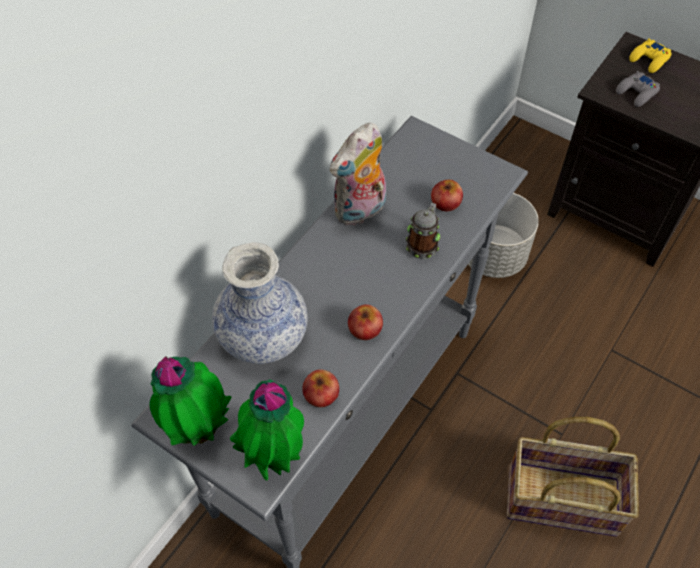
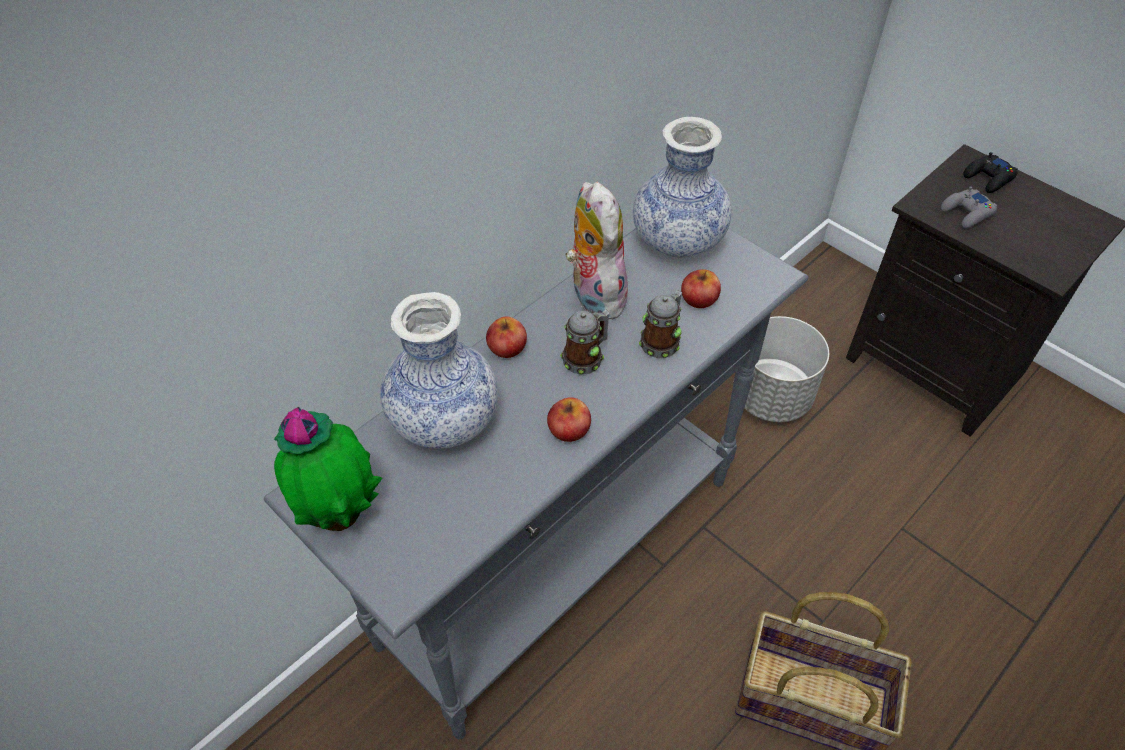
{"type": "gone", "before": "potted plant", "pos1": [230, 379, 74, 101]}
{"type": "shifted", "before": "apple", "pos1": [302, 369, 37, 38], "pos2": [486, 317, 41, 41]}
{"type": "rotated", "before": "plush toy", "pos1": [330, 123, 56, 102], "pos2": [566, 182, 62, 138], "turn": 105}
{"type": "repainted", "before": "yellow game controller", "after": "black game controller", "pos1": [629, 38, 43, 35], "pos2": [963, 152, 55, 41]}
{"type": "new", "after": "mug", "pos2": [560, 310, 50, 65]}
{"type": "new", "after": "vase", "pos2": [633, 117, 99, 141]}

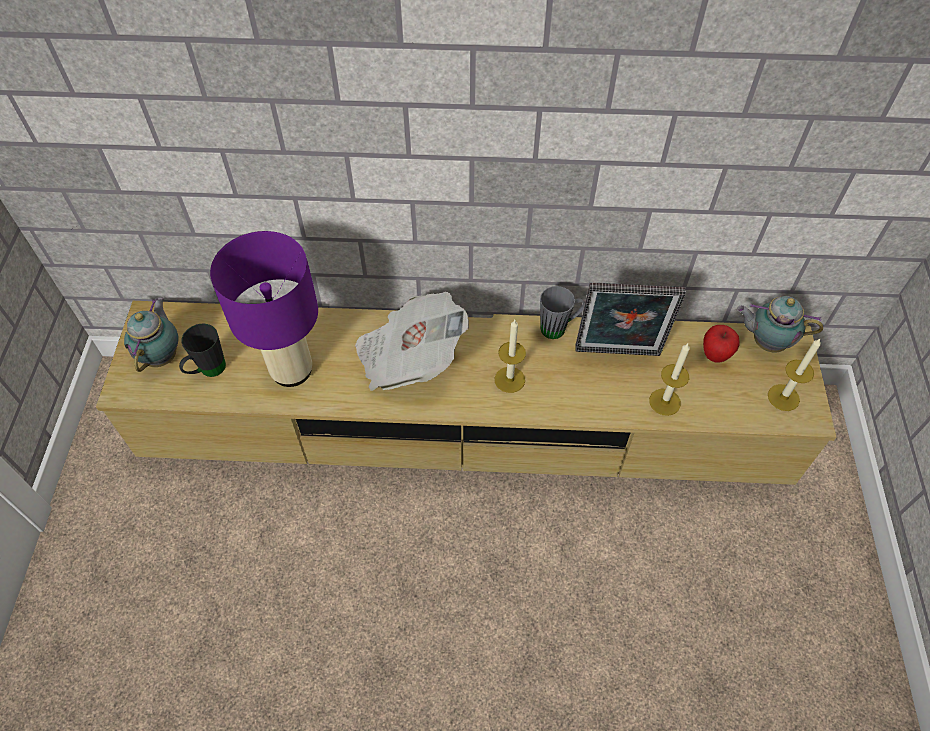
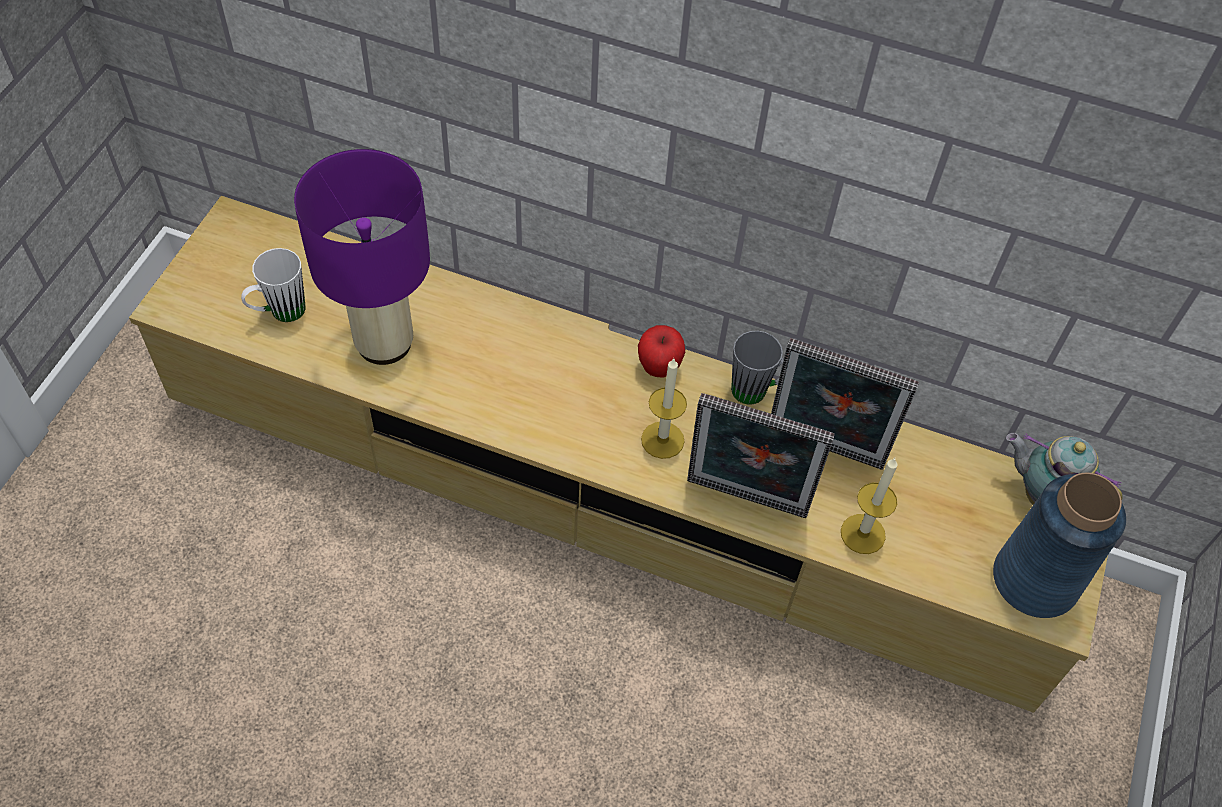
{"type": "gone", "before": "teapot", "pos1": [124, 297, 54, 75]}
{"type": "repainted", "before": "black mug", "after": "white mug", "pos1": [179, 324, 47, 53], "pos2": [241, 248, 65, 74]}
{"type": "gone", "before": "newspaper", "pos1": [355, 292, 114, 99]}
{"type": "shifted", "before": "apple", "pos1": [703, 325, 37, 38], "pos2": [638, 325, 47, 52]}
{"type": "swapped", "before": "candle", "after": "blue vase", "pos1": [768, 339, 53, 72], "pos2": [993, 473, 133, 145]}
{"type": "new", "after": "picture frame", "pos2": [687, 393, 148, 125]}

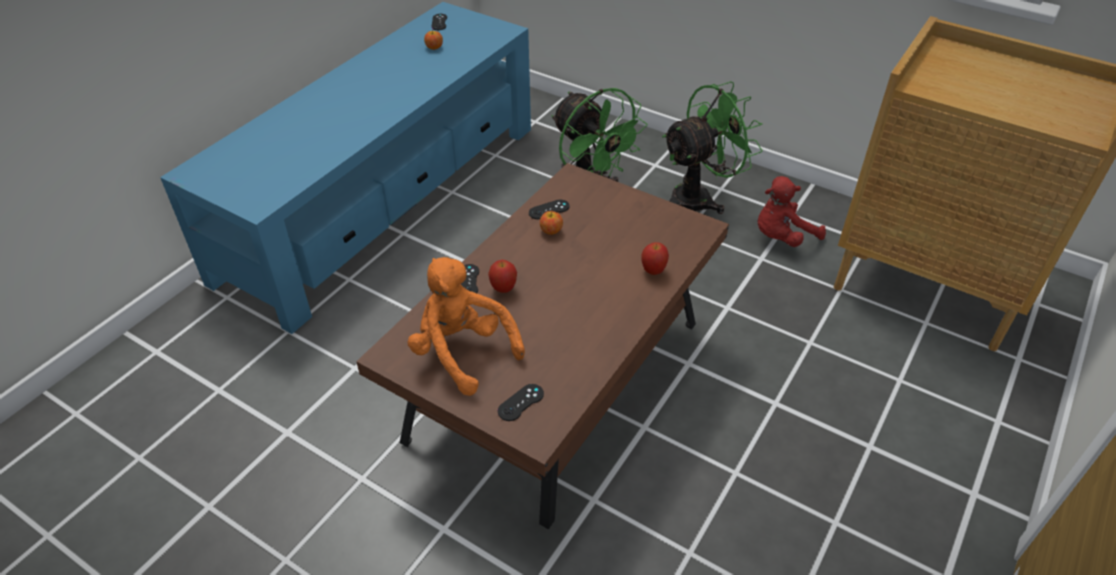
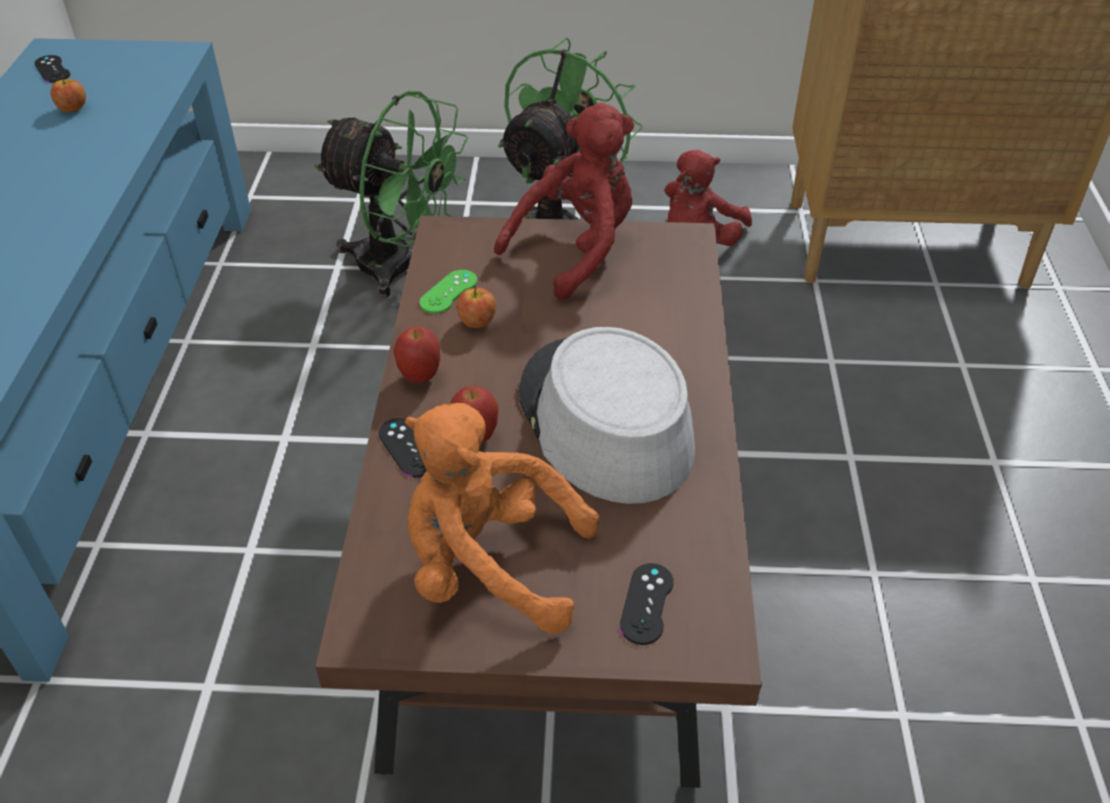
{"type": "repainted", "before": "black game controller", "after": "green game controller", "pos1": [529, 200, 41, 19], "pos2": [419, 270, 58, 43]}
{"type": "shifted", "before": "apple", "pos1": [642, 242, 27, 33], "pos2": [393, 326, 47, 57]}
{"type": "new", "after": "red plush toy", "pos2": [494, 103, 140, 197]}
{"type": "new", "after": "grey hat", "pos2": [519, 327, 176, 177]}

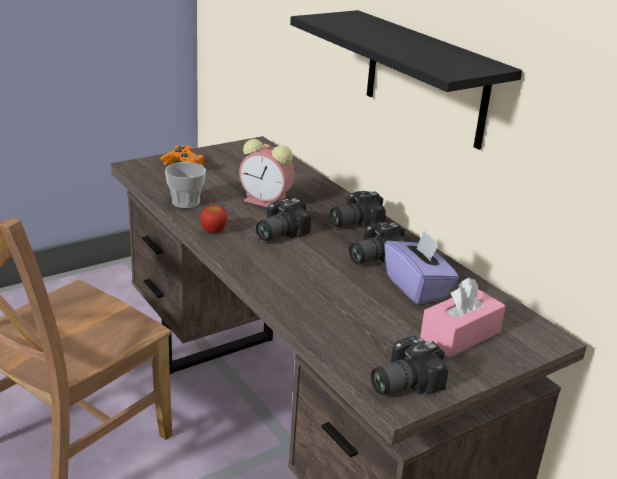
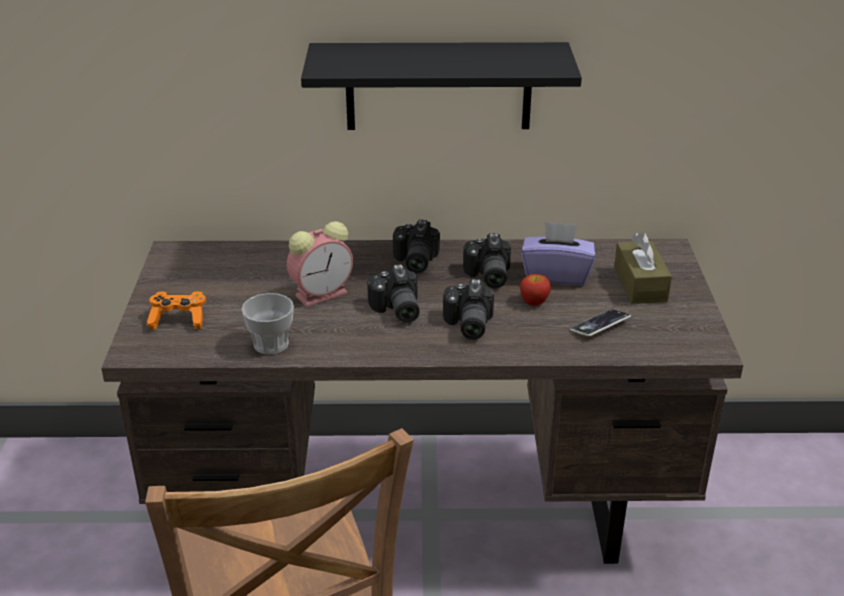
{"type": "shifted", "before": "apple", "pos1": [200, 206, 28, 27], "pos2": [520, 274, 31, 32]}
{"type": "shifted", "before": "photo camera", "pos1": [371, 336, 77, 59], "pos2": [443, 279, 51, 61]}
{"type": "repainted", "before": "pink tissue box", "after": "brown tissue box", "pos1": [420, 277, 86, 80], "pos2": [614, 232, 58, 72]}
{"type": "new", "after": "phone", "pos2": [570, 309, 61, 27]}

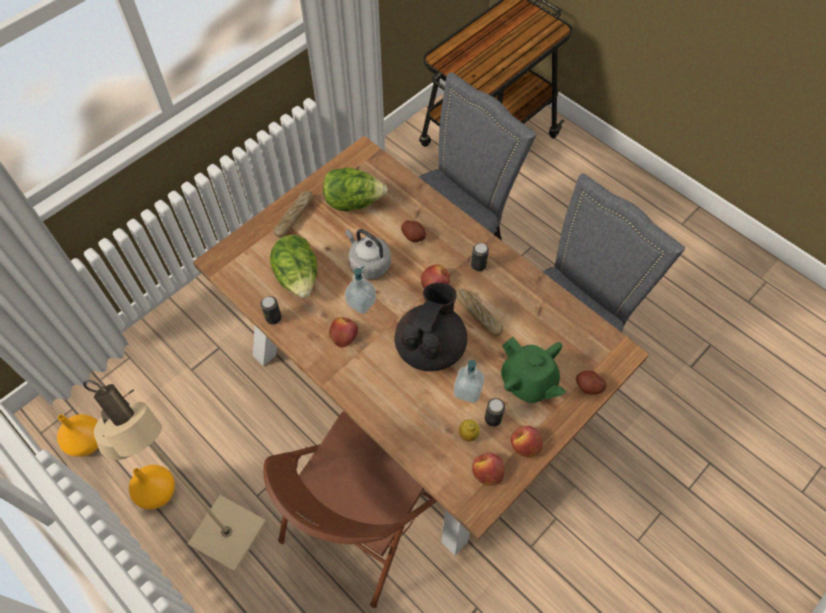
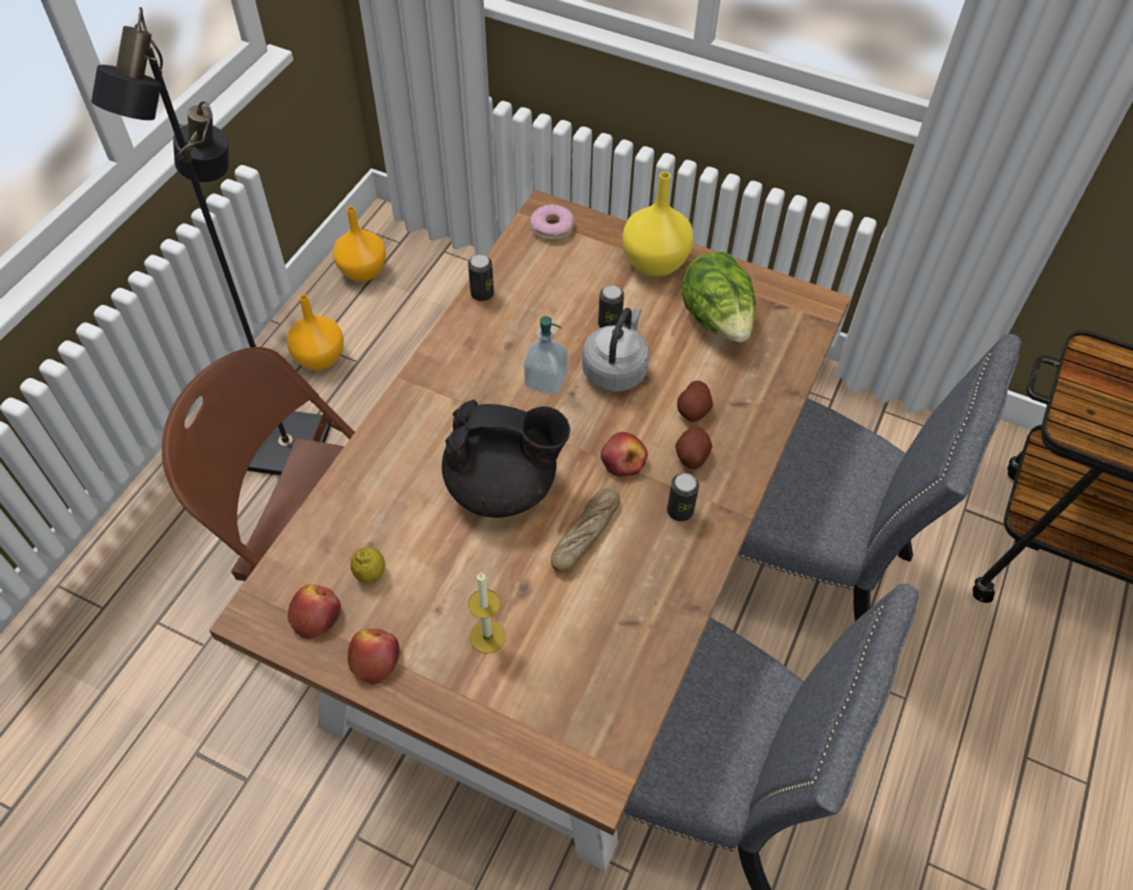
{"type": "repainted", "before": "beige floor lamp", "after": "black floor lamp", "pos1": [83, 380, 183, 192], "pos2": [91, 7, 241, 468]}
{"type": "gone", "before": "lettuce", "pos1": [270, 235, 47, 63]}
{"type": "swapped", "before": "bread", "after": "yellow vase", "pos1": [274, 191, 39, 47], "pos2": [622, 172, 72, 105]}
{"type": "gone", "before": "apple", "pos1": [329, 317, 29, 30]}
{"type": "gone", "before": "soap dispenser", "pos1": [453, 360, 32, 43]}
{"type": "shifted", "before": "can", "pos1": [485, 398, 20, 28], "pos2": [598, 285, 26, 43]}
{"type": "swapped", "before": "green teapot", "after": "candle", "pos1": [501, 337, 65, 66], "pos2": [468, 573, 38, 80]}
{"type": "shifted", "before": "potato", "pos1": [576, 371, 30, 24], "pos2": [675, 427, 37, 42]}
{"type": "new", "after": "donut", "pos2": [530, 204, 44, 37]}

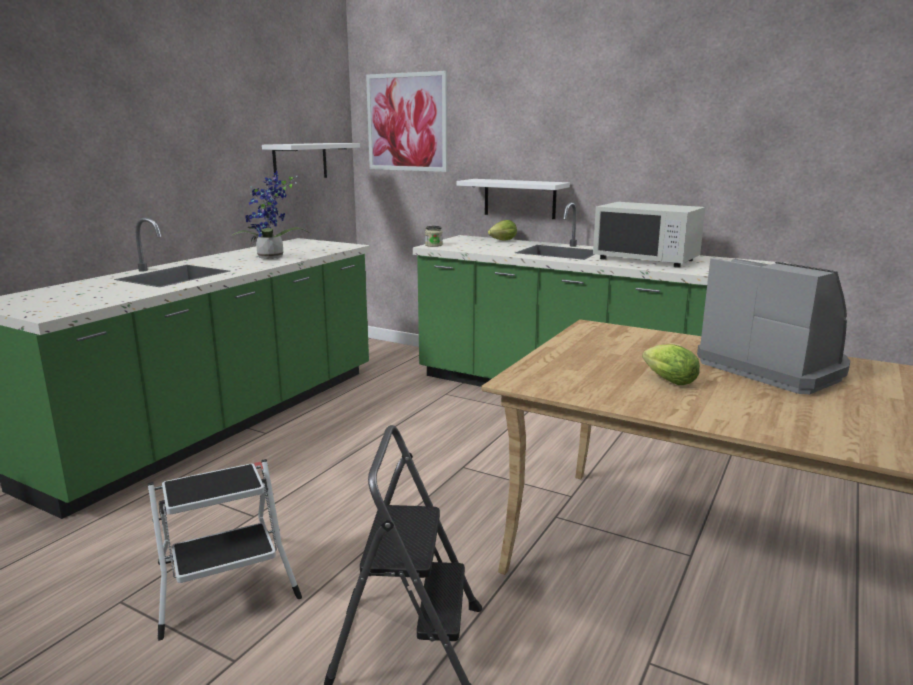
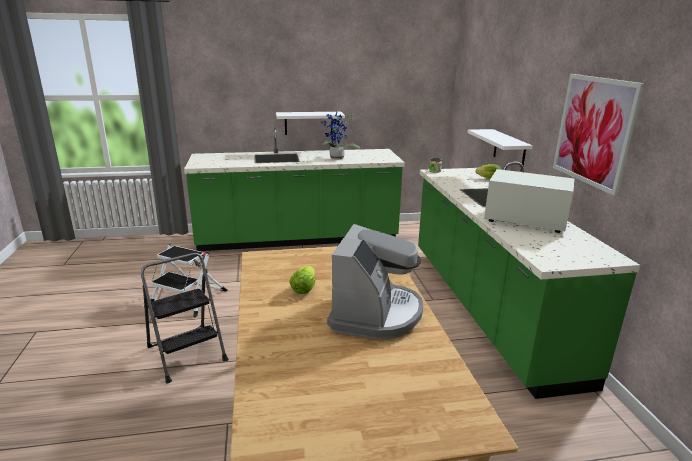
{"type": "shifted", "before": "white shelf", "pos1": [262, 143, 98, 35], "pos2": [276, 112, 69, 23]}
{"type": "shifted", "before": "picture", "pos1": [366, 71, 81, 101], "pos2": [553, 74, 91, 122]}
{"type": "rotated", "before": "white microwave", "pos1": [593, 202, 112, 66], "pos2": [484, 169, 90, 64], "turn": 120}

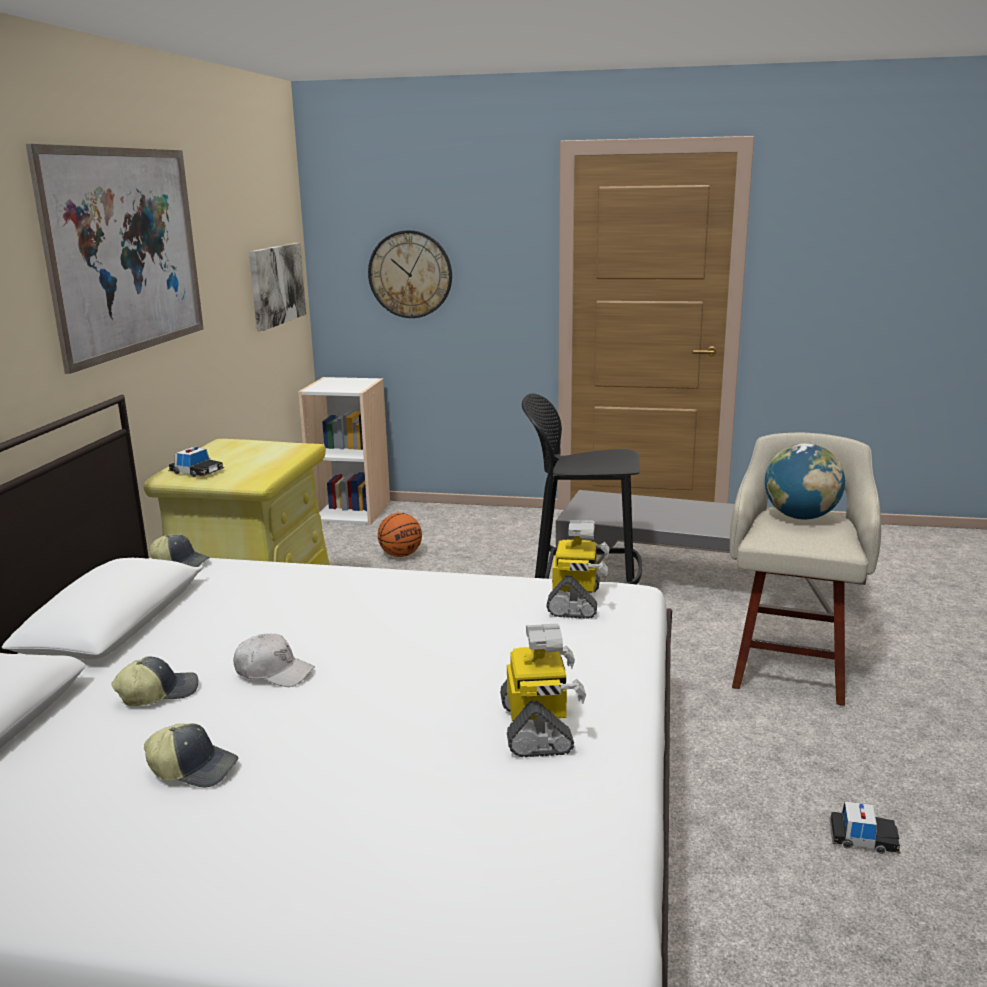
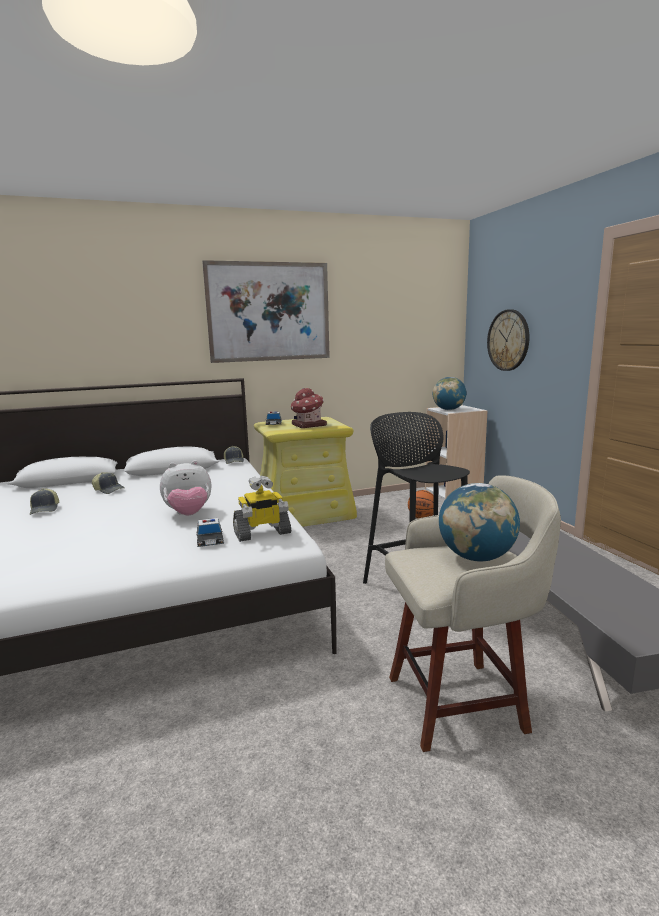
{"type": "gone", "before": "white cap", "pos1": [233, 634, 82, 53]}
{"type": "gone", "before": "picture", "pos1": [249, 243, 57, 88]}
{"type": "gone", "before": "toy robot", "pos1": [500, 624, 86, 133]}
{"type": "shifted", "before": "toy car", "pos1": [829, 802, 71, 52], "pos2": [196, 518, 28, 29]}
{"type": "new", "after": "plush toy", "pos2": [160, 460, 51, 55]}
{"type": "new", "after": "toy house", "pos2": [291, 388, 36, 40]}
{"type": "new", "after": "globe", "pos2": [433, 377, 33, 33]}

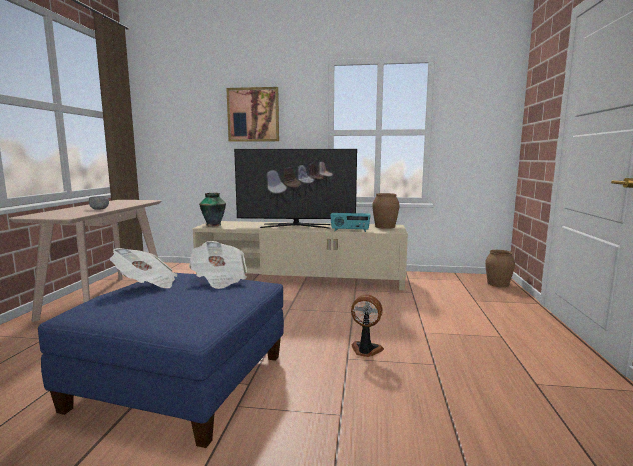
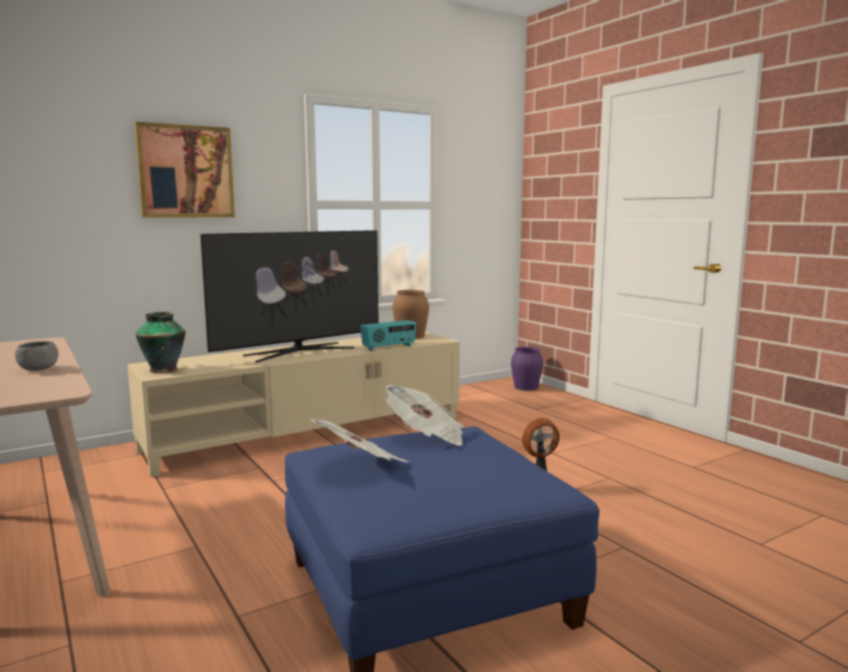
{"type": "repainted", "before": "brown vase", "after": "purple vase", "pos1": [485, 250, 30, 37], "pos2": [511, 347, 32, 44]}

